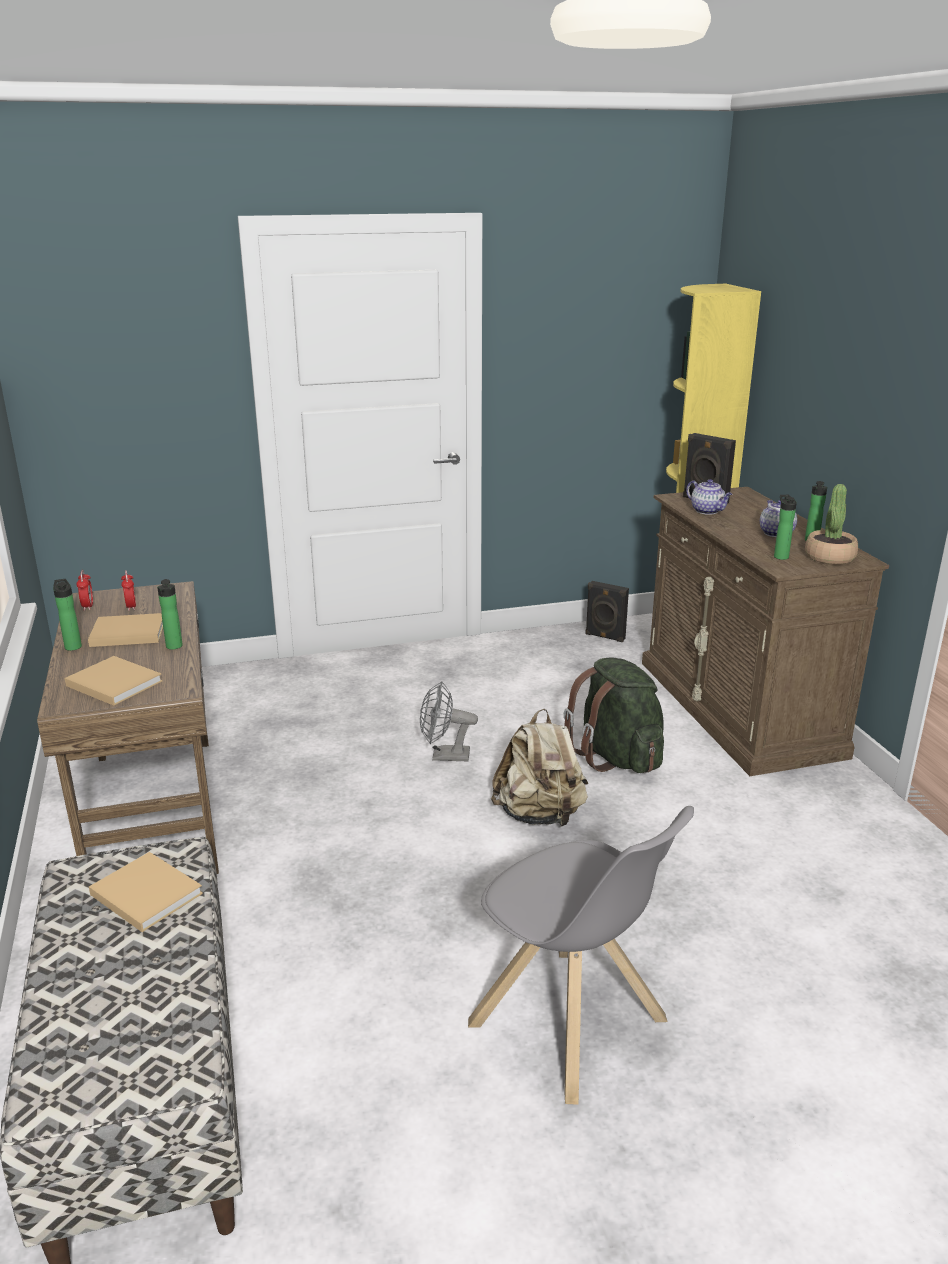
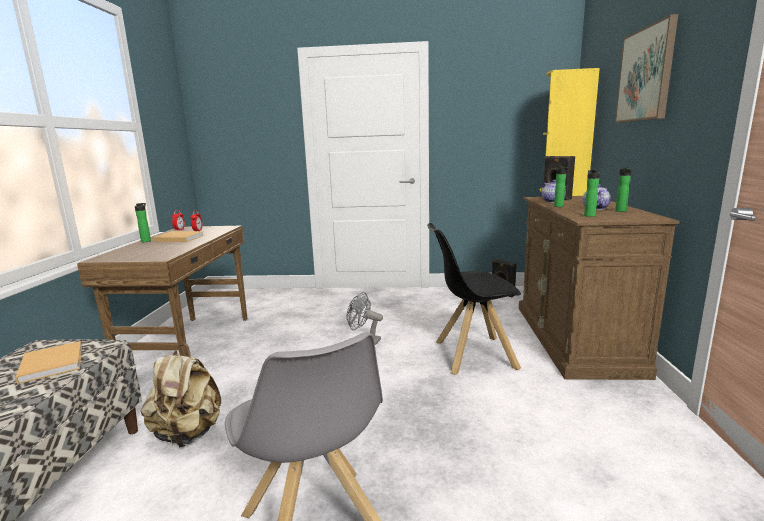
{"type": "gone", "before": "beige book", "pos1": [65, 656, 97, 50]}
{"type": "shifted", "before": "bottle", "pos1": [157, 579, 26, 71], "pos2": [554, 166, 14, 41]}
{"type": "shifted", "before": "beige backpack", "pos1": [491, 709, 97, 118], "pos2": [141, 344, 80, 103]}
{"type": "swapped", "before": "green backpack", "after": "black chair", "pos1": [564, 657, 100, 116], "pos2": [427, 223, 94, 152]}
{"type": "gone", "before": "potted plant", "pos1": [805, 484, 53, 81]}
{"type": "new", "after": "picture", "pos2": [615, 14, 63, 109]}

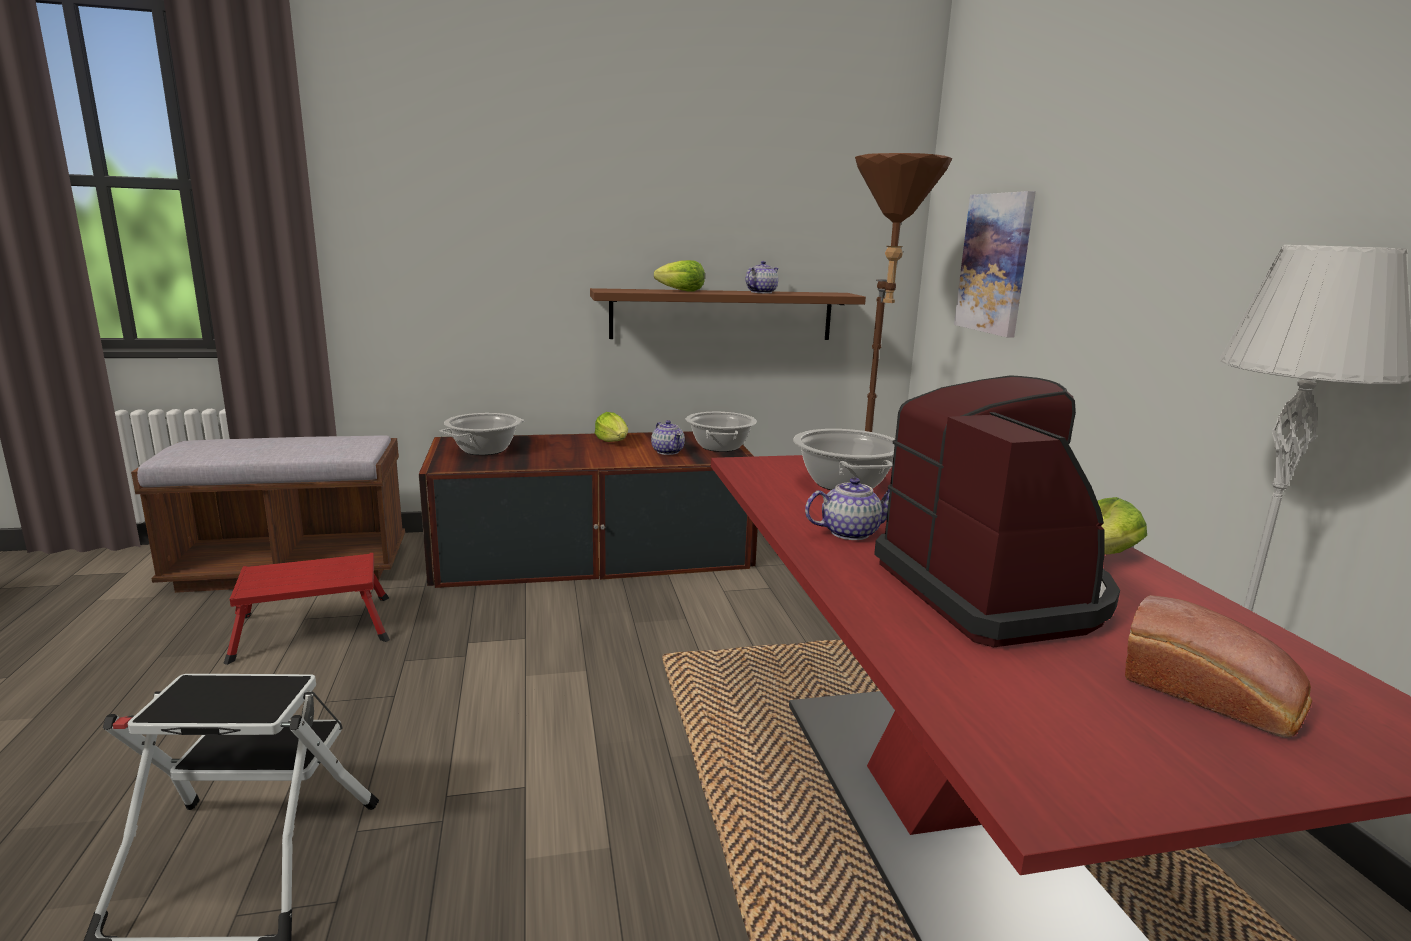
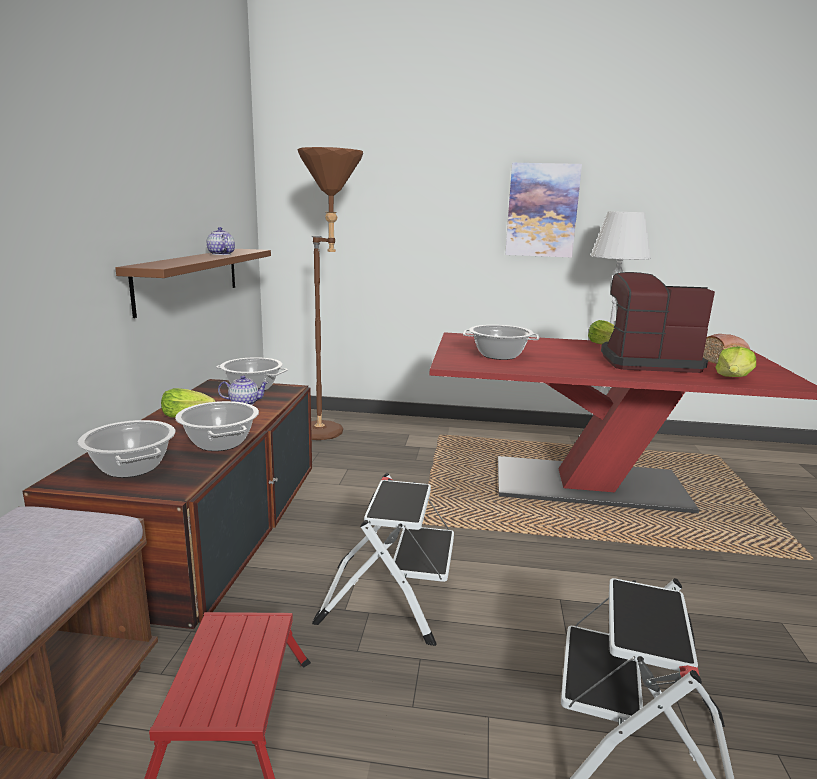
{"type": "shifted", "before": "lettuce", "pos1": [654, 260, 51, 32], "pos2": [715, 346, 41, 31]}
{"type": "gone", "before": "teapot", "pos1": [805, 478, 85, 62]}
{"type": "shifted", "before": "picture", "pos1": [954, 191, 82, 147], "pos2": [505, 163, 77, 95]}
{"type": "new", "after": "cooking pot", "pos2": [175, 401, 84, 50]}
{"type": "new", "after": "step ladder", "pos2": [312, 473, 142, 173]}

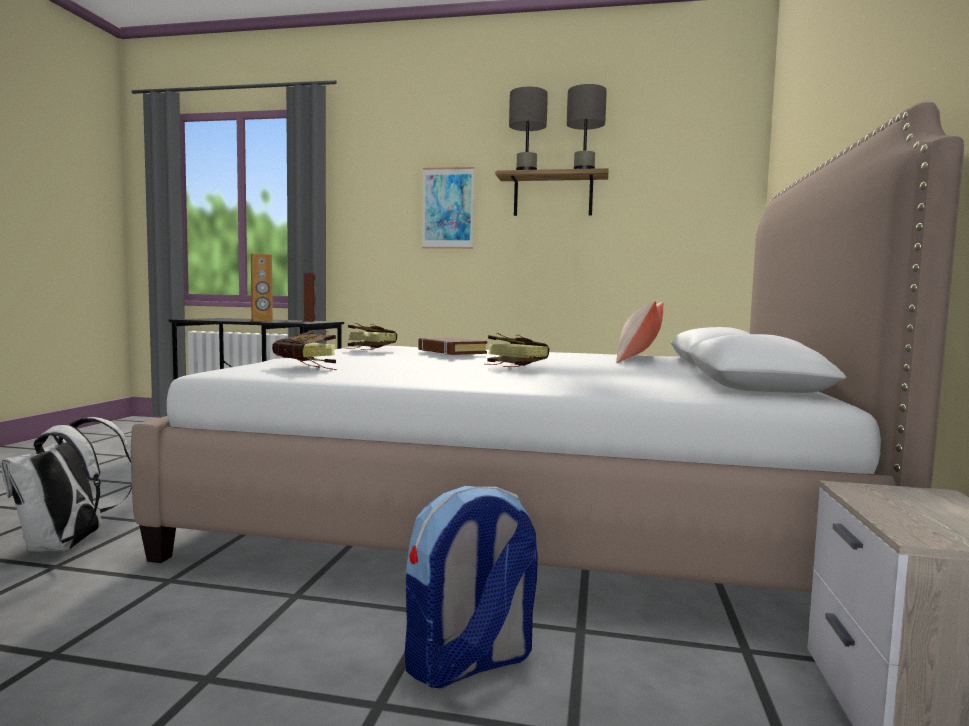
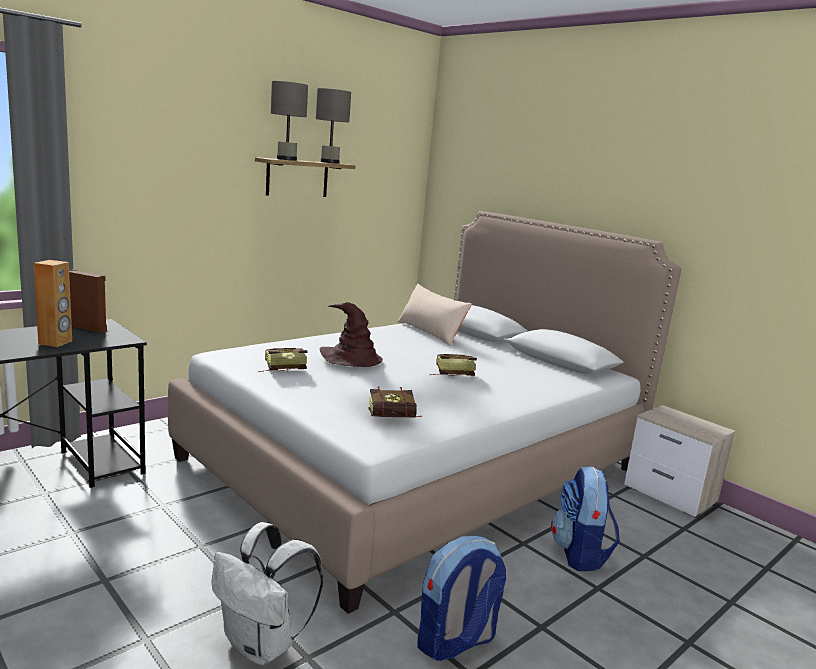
{"type": "swapped", "before": "brown book", "after": "brown hat", "pos1": [419, 337, 68, 18], "pos2": [320, 302, 63, 65]}
{"type": "gone", "before": "picture", "pos1": [422, 167, 52, 82]}
{"type": "new", "after": "backpack", "pos2": [417, 536, 89, 125]}

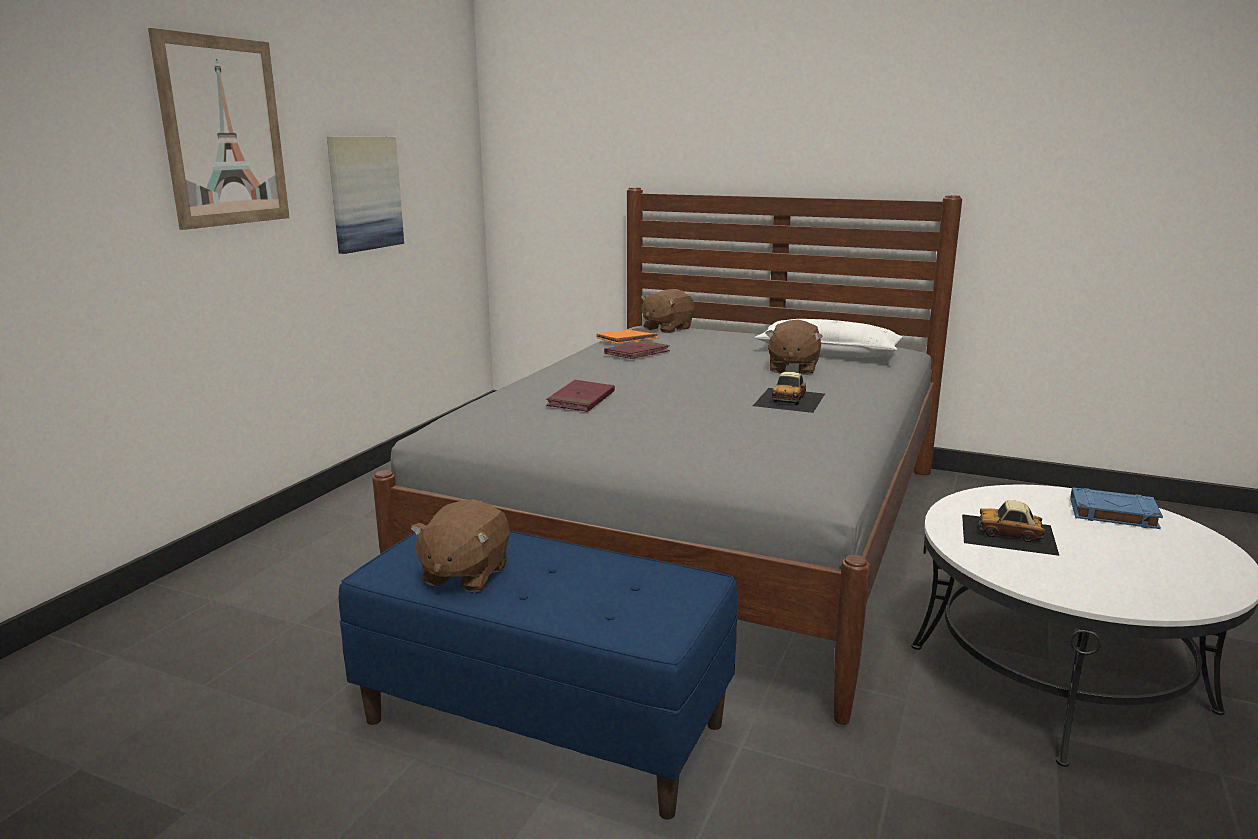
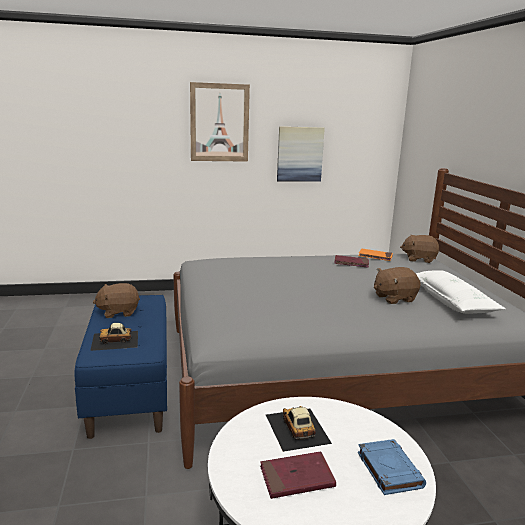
{"type": "shifted", "before": "red book", "pos1": [546, 380, 69, 32], "pos2": [260, 451, 76, 48]}
{"type": "shifted", "before": "toy car", "pos1": [753, 372, 72, 41], "pos2": [90, 323, 48, 28]}

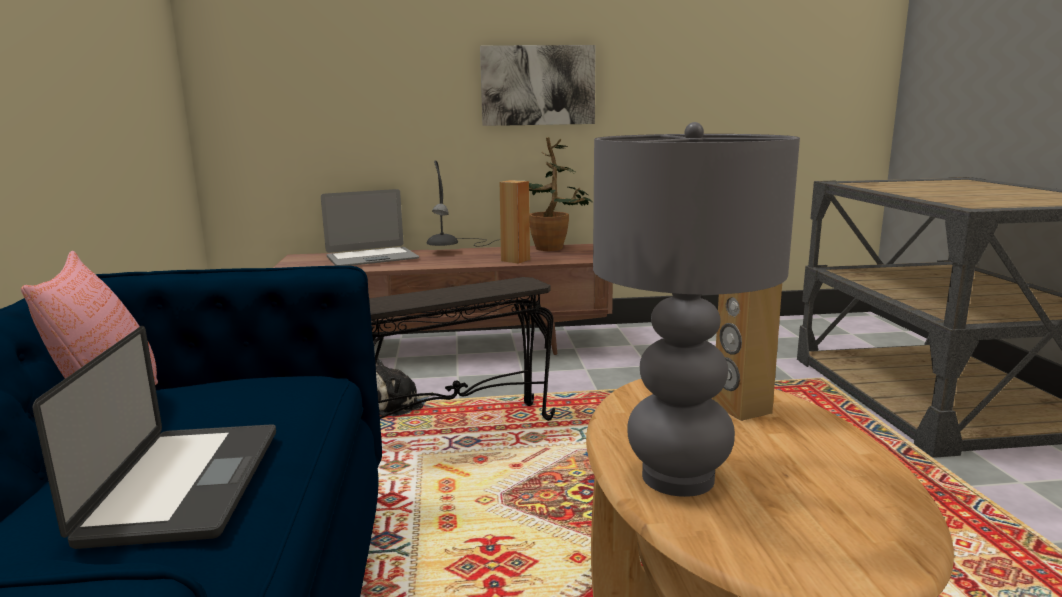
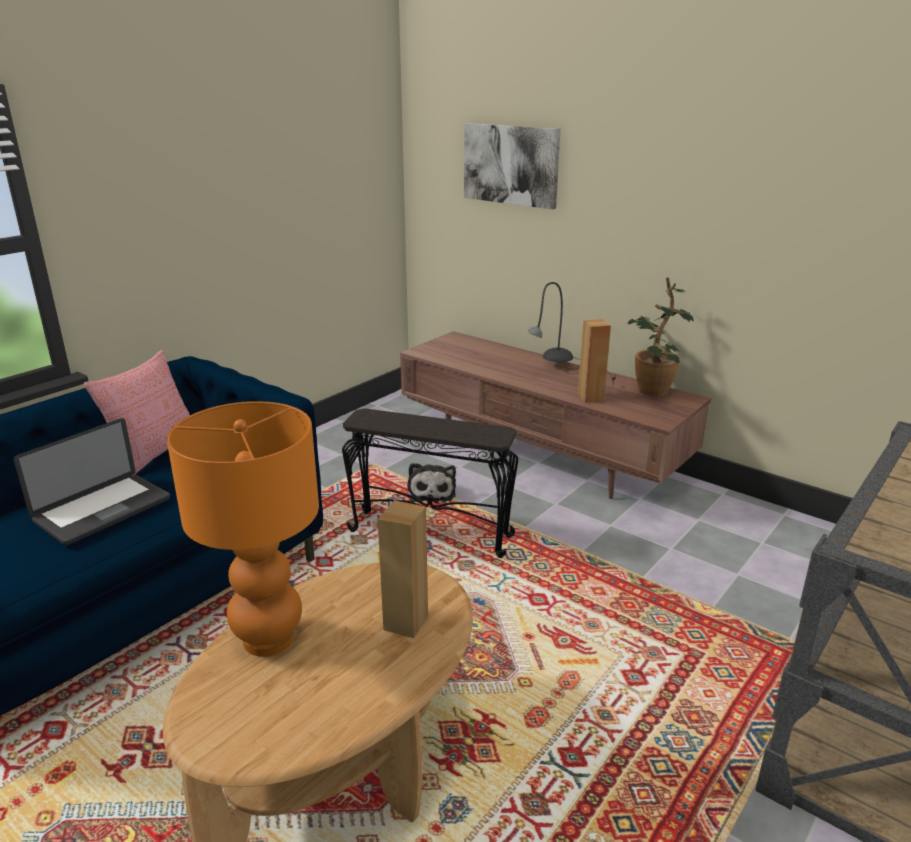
{"type": "gone", "before": "laptop", "pos1": [321, 189, 98, 77]}
{"type": "rotated", "before": "plush toy", "pos1": [376, 358, 58, 58], "pos2": [407, 463, 49, 39], "turn": -105}
{"type": "shifted", "before": "picture", "pos1": [480, 45, 116, 81], "pos2": [464, 123, 96, 86]}
{"type": "repainted", "before": "grey table lamp", "after": "orange table lamp", "pos1": [593, 122, 207, 375], "pos2": [167, 401, 152, 256]}

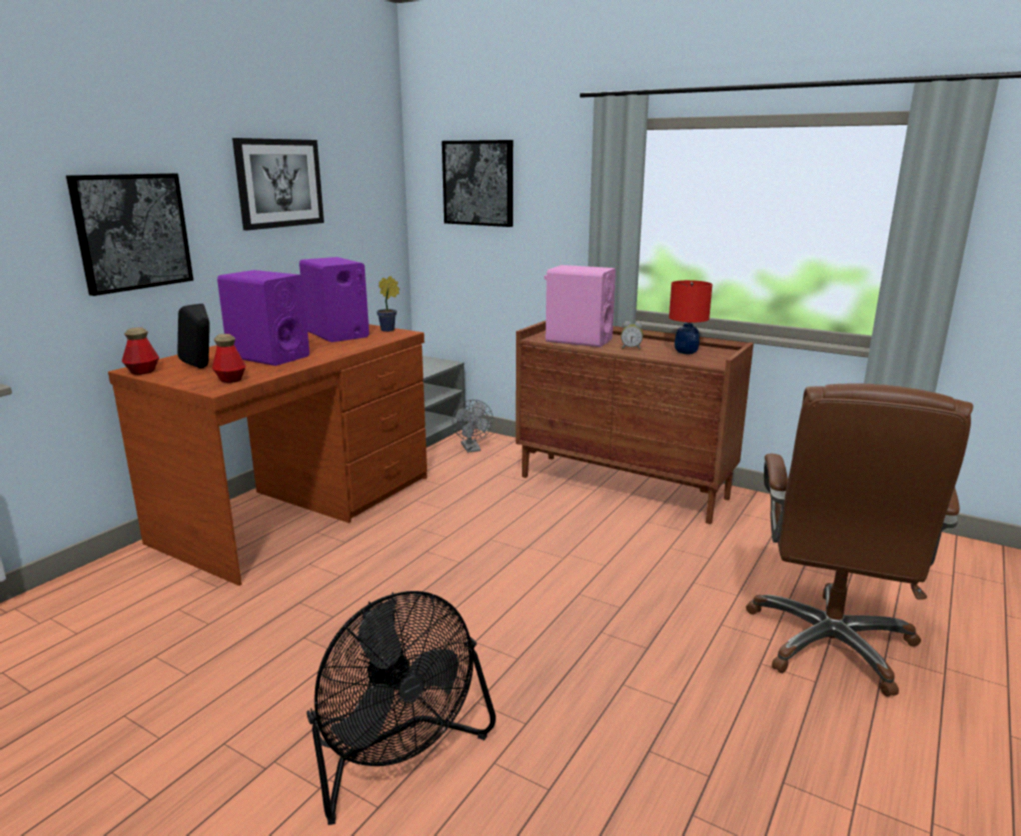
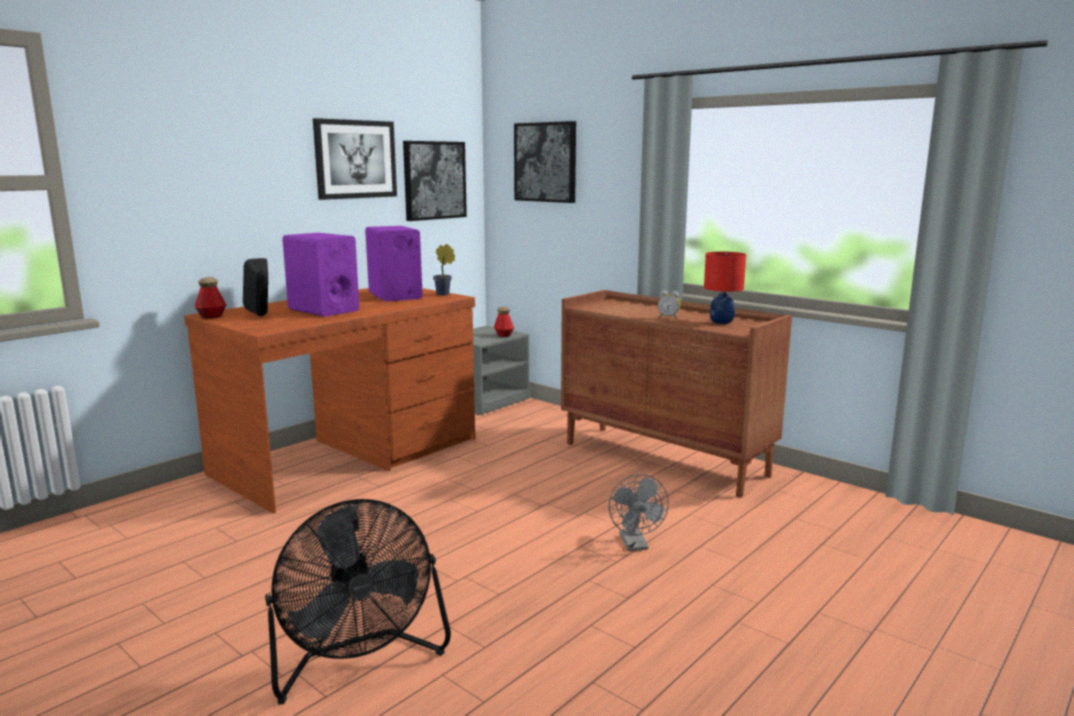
{"type": "shifted", "before": "picture", "pos1": [66, 173, 128, 123], "pos2": [403, 141, 64, 80]}
{"type": "shifted", "before": "bottle", "pos1": [212, 334, 34, 49], "pos2": [494, 307, 20, 30]}
{"type": "shifted", "before": "grey fan", "pos1": [452, 400, 41, 53], "pos2": [609, 474, 60, 77]}
{"type": "gone", "before": "pink speaker", "pos1": [544, 265, 72, 82]}
{"type": "gone", "before": "brown office chair", "pos1": [746, 384, 227, 313]}

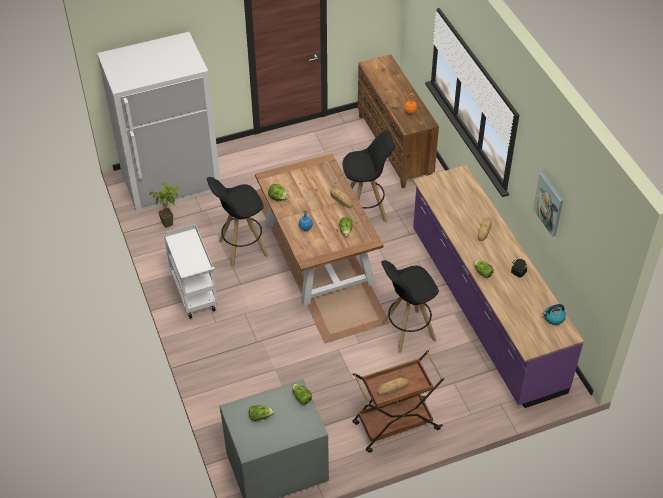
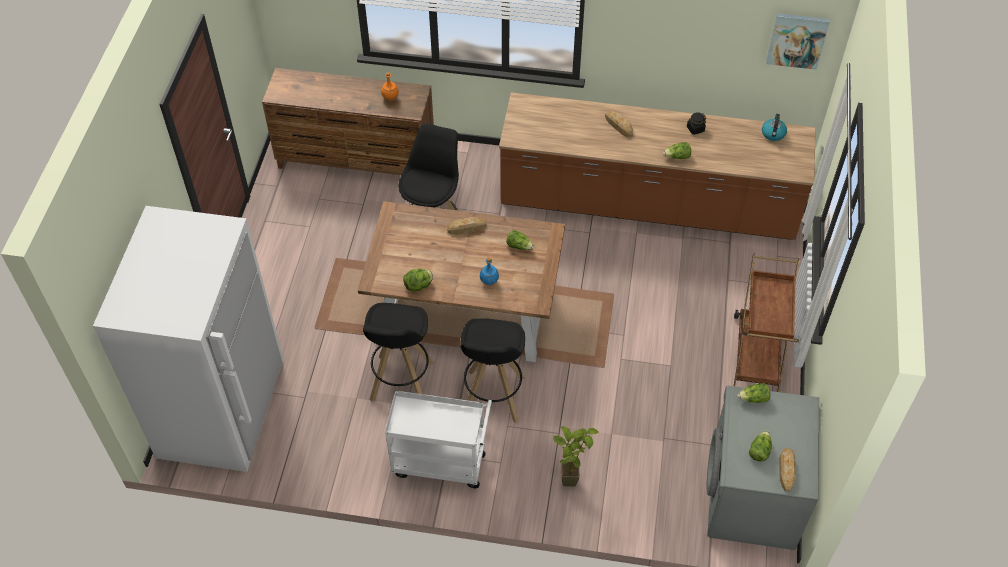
{"type": "shifted", "before": "potted plant", "pos1": [150, 182, 29, 46], "pos2": [553, 426, 46, 60]}
{"type": "shifted", "before": "bread", "pos1": [377, 378, 32, 18], "pos2": [779, 448, 17, 44]}
{"type": "shifted", "before": "black stool", "pos1": [381, 260, 58, 93], "pos2": [460, 318, 65, 105]}
{"type": "repainted", "before": "purple counter", "after": "brown counter", "pos1": [413, 165, 171, 243], "pos2": [499, 92, 316, 148]}
{"type": "shifted", "before": "picture", "pos1": [533, 173, 30, 64], "pos2": [766, 13, 64, 57]}

